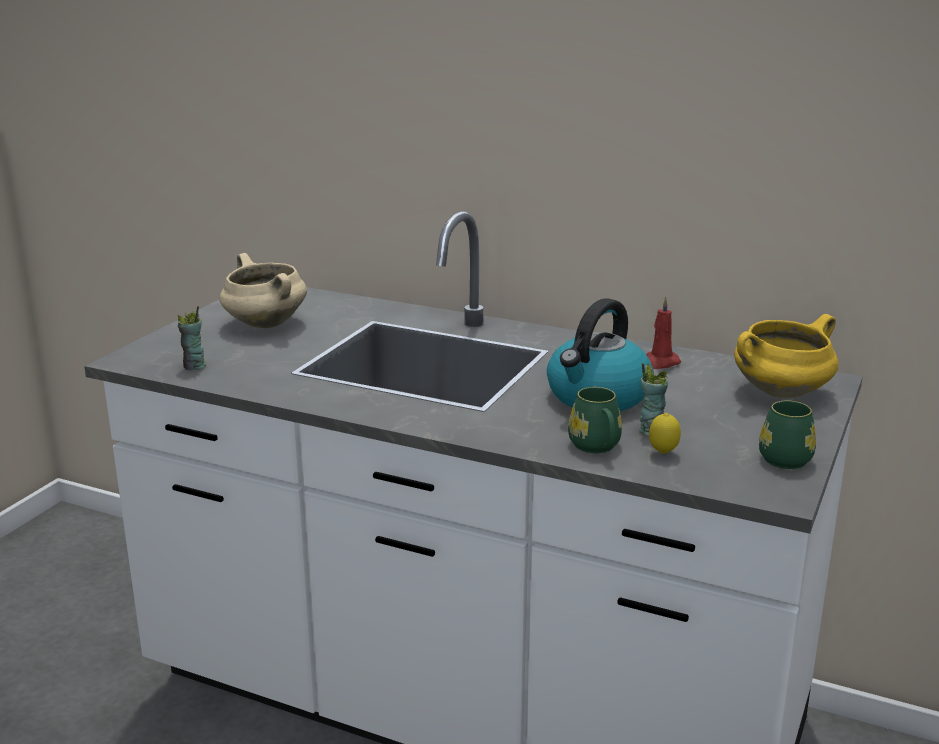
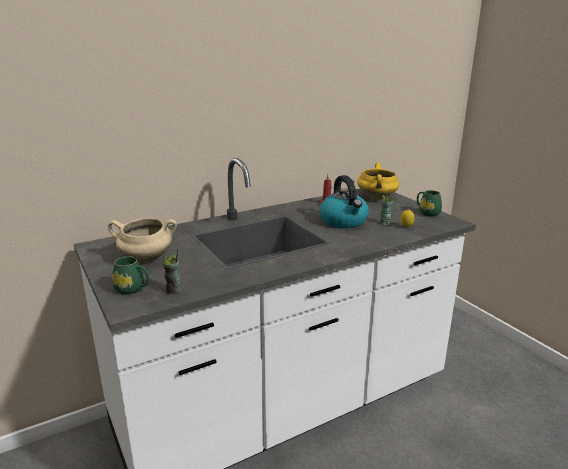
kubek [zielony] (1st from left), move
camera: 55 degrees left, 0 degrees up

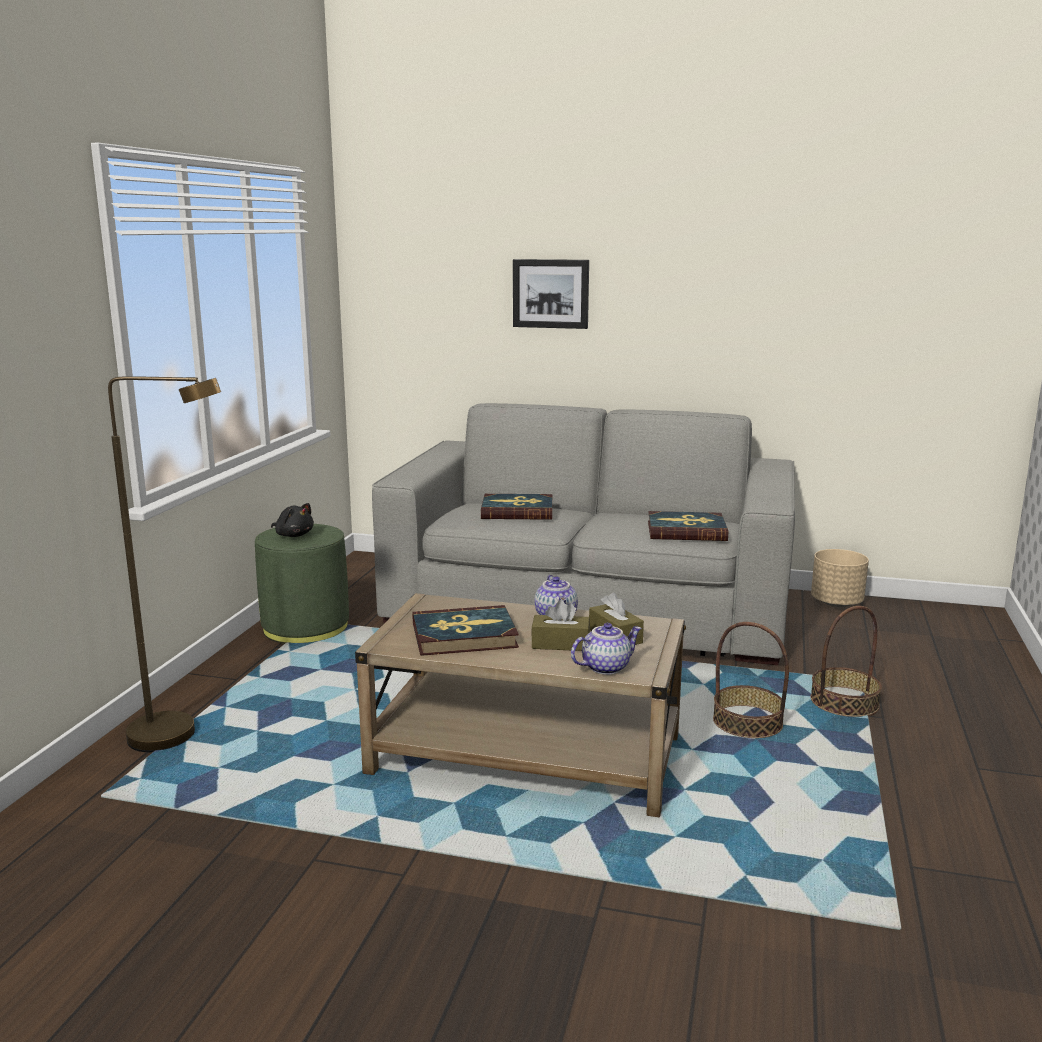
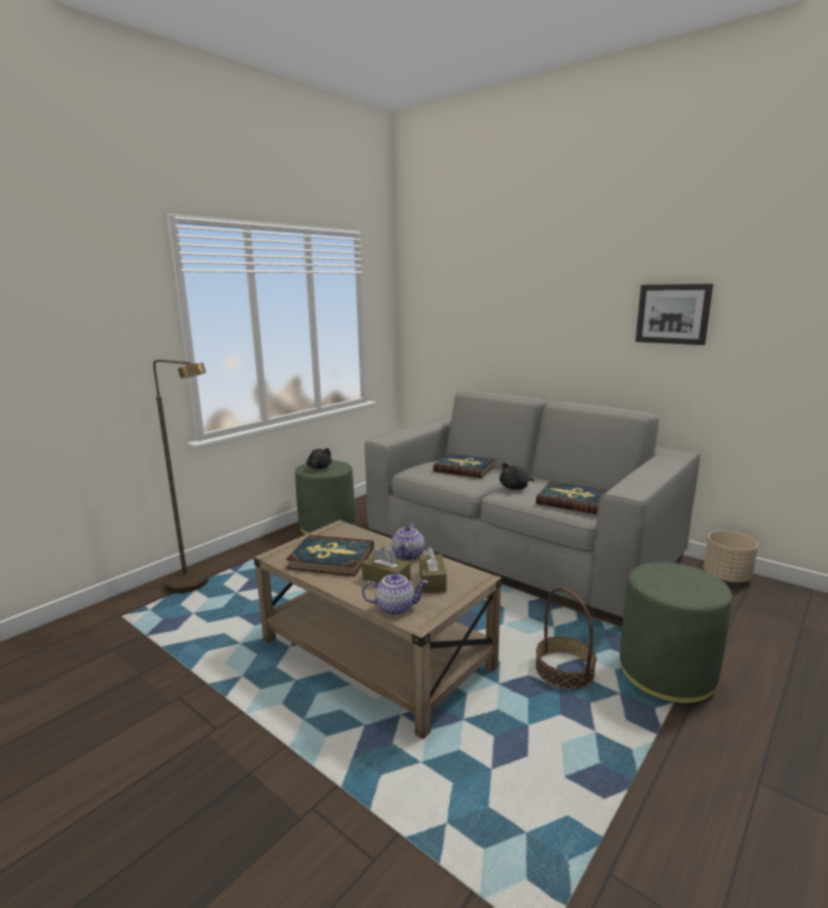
none -> pluszak [czarny] (2nd from left)
koszyk (2nd from left) -> pufa [zielony] (2nd from left)
obraz, move
camera: 25 degrees right, 0 degrees up

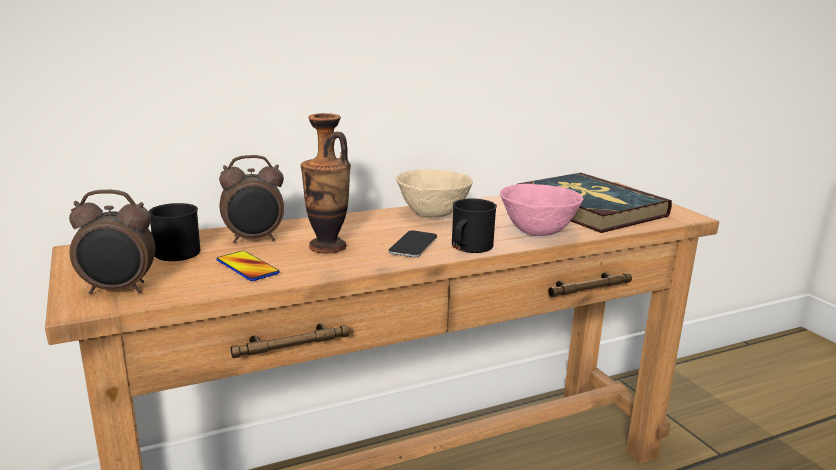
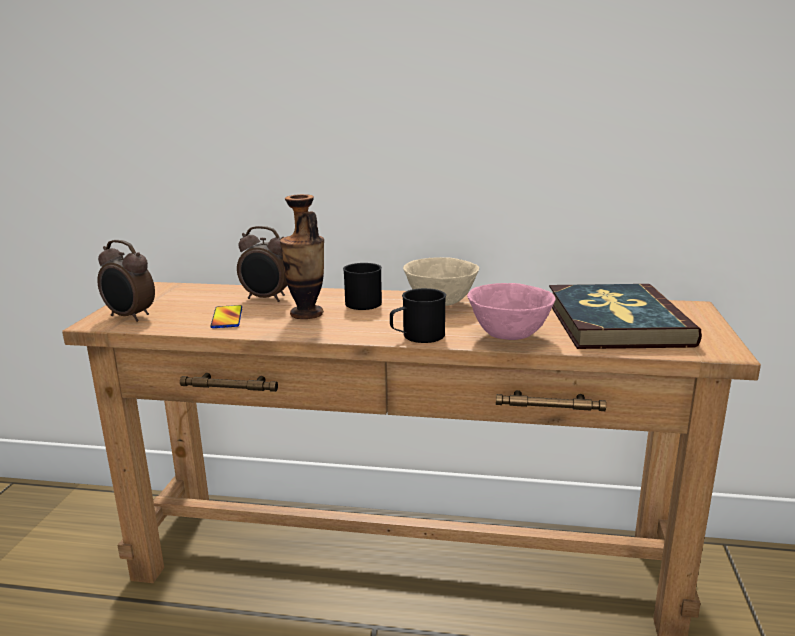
kubek [czarny] (1st from left), move
telefon (2nd from left) -> none
camera: 35 degrees right, 0 degrees up

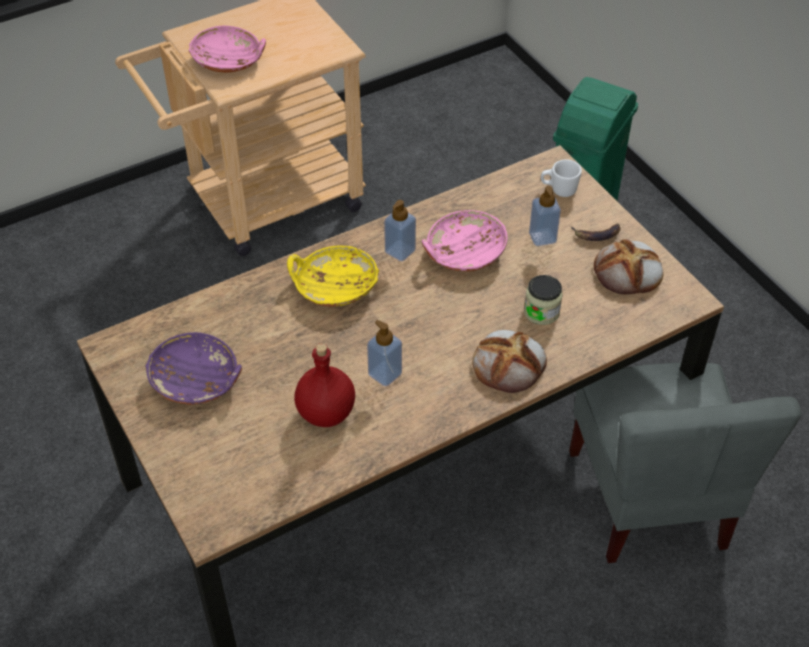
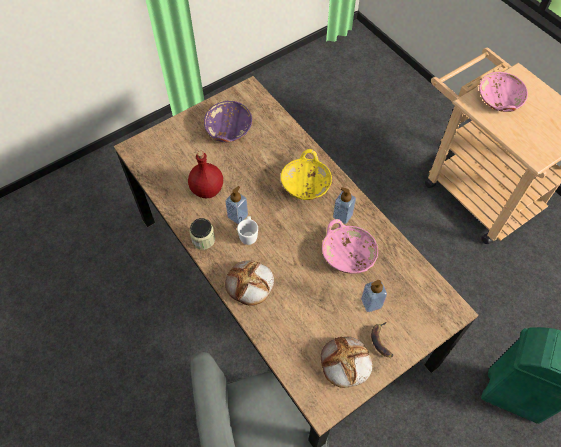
słoik, move
kubek [biały], move
camera: 85 degrees right, 10 degrees up

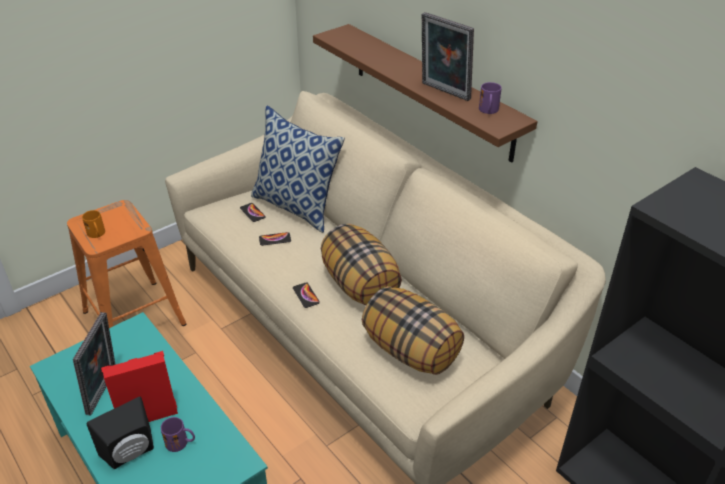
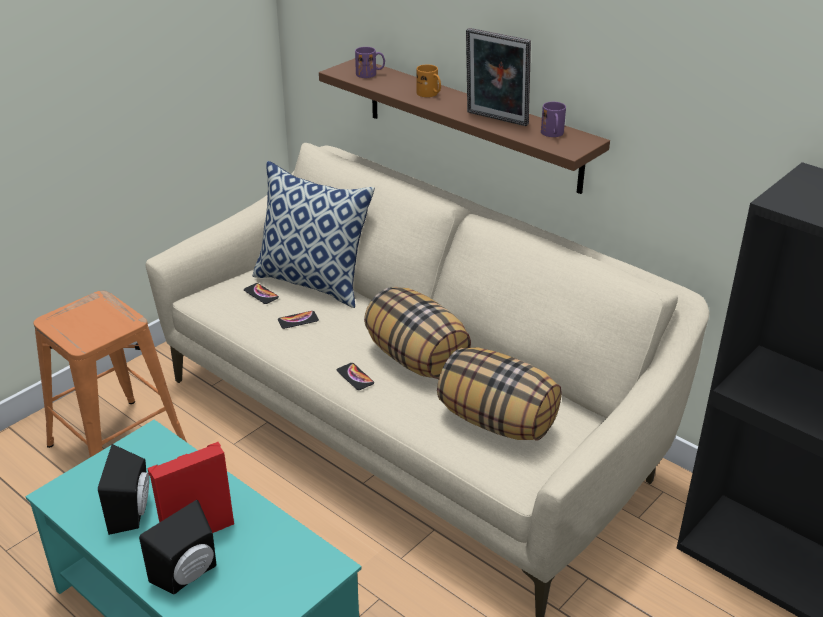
ramka na zdjęcie (1st from left) -> głośnik [czarny] (1st from left)
kubek [fioletowy] (1st from left), move
kubek [pomarańczowy], move
camera: 10 degrees left, 5 degrees down

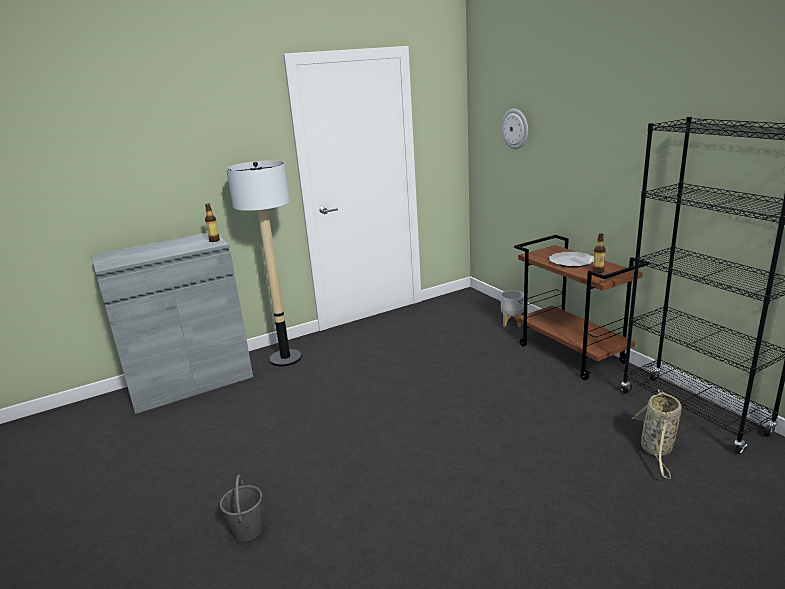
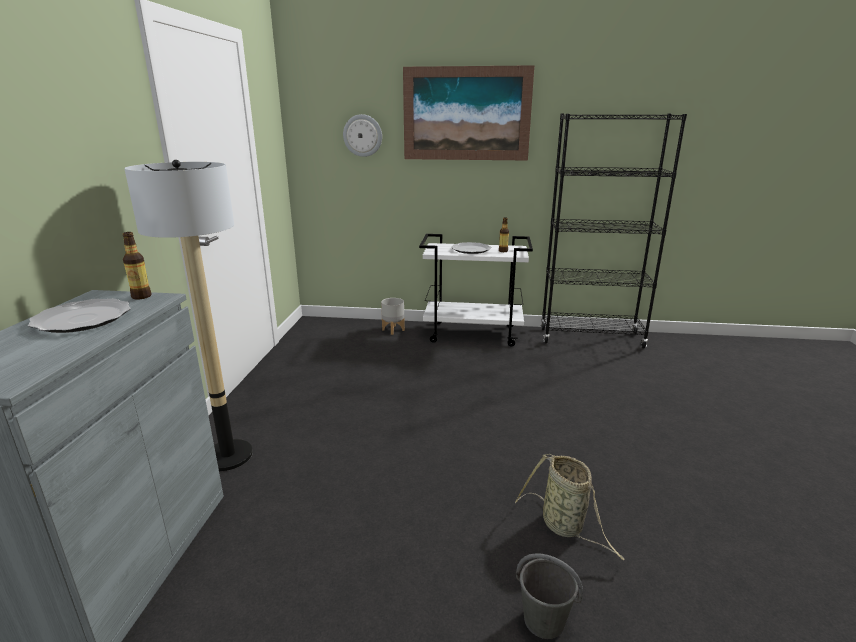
none -> talerz (1st from left)
none -> obraz
wózek [brązowy] -> wózek [biały]
koszyk, move
camera: 55 degrees left, 0 degrees up

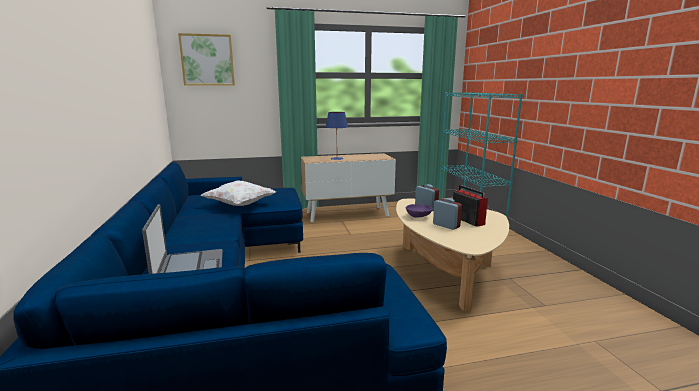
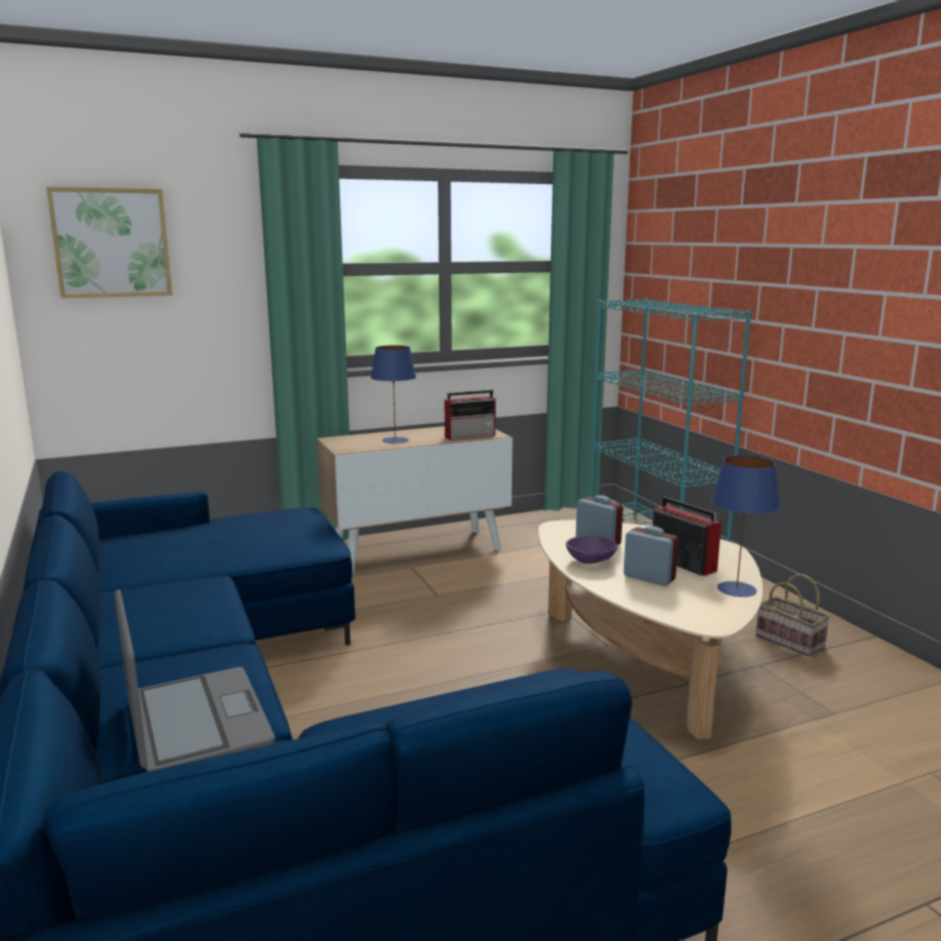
none -> radio (1st from left)
none -> lampa stołowa [niebieski] (2nd from left)
none -> koszyk
poduszka [biały] -> none
camera: 10 degrees left, 0 degrees up

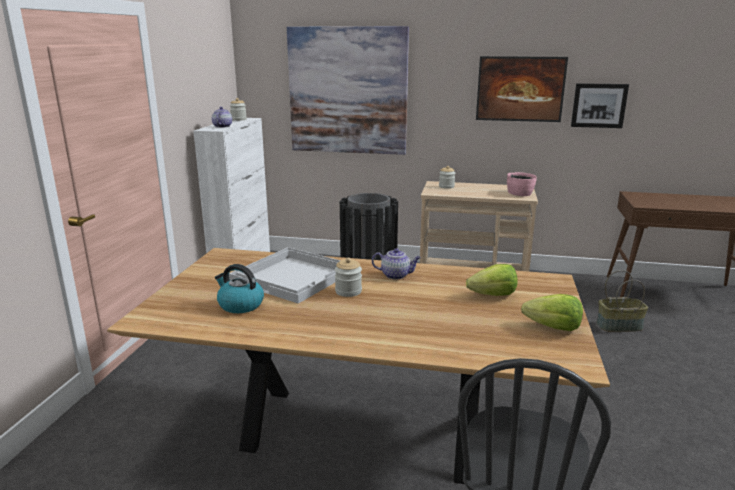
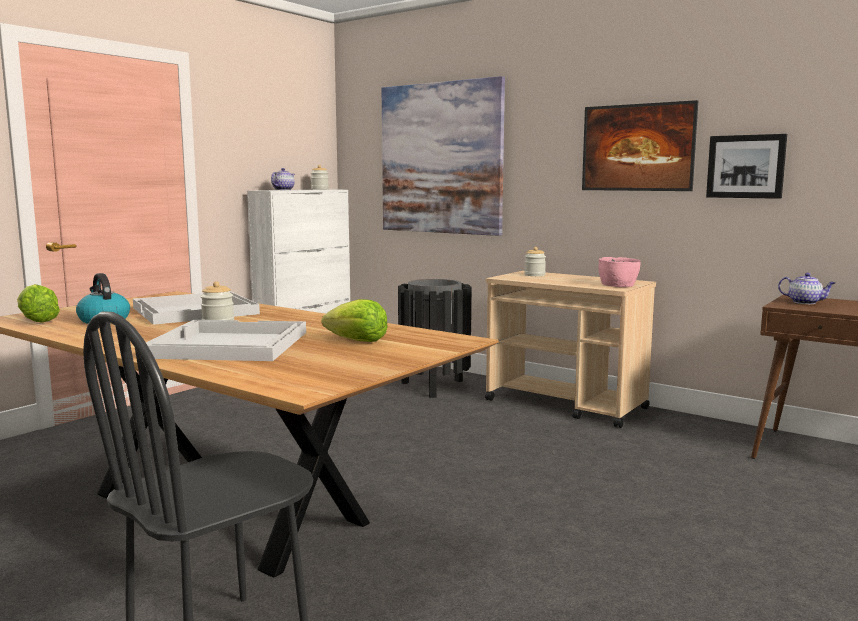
sałata (2nd from left in the first image) -> sałata (1st from left), move
none -> taca [biały] (2nd from left)
imbryk (2nd from left), move
koszyk -> none
camera: 25 degrees right, 10 degrees down

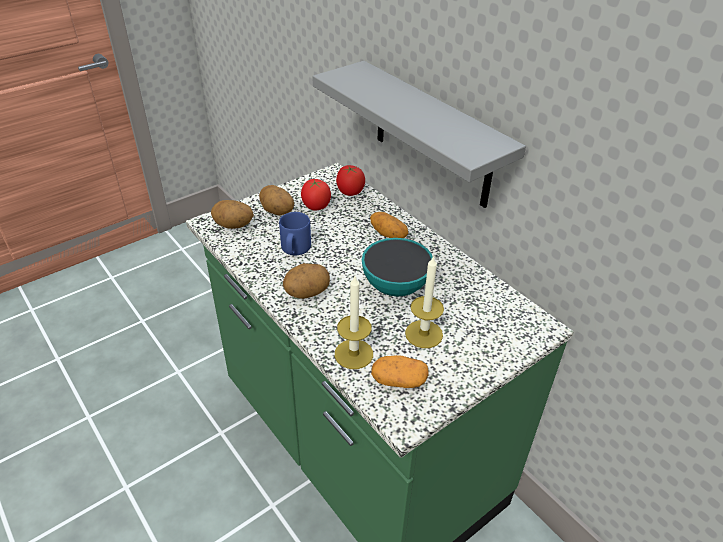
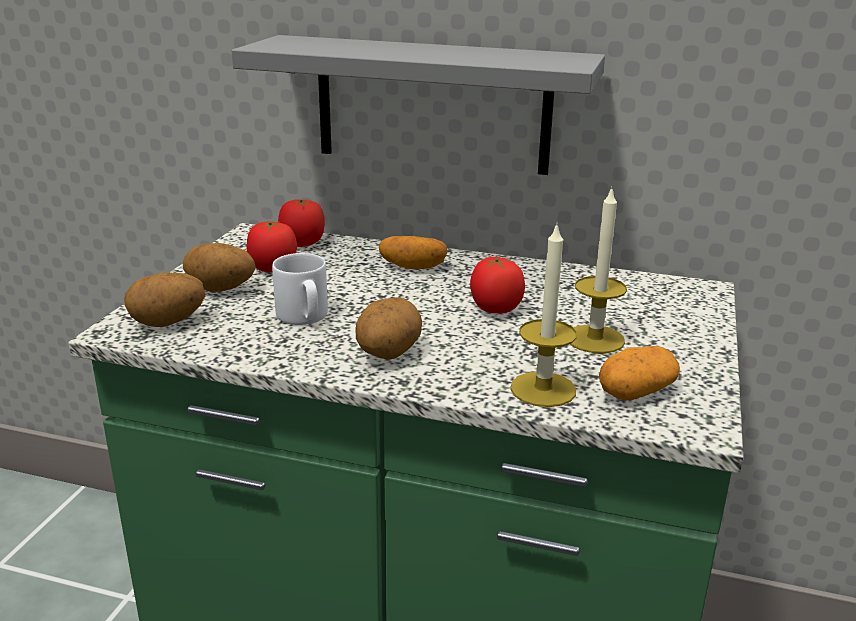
kubek [niebieski] -> kubek [biały]
miska -> pomidor (3rd from left)
camera: 35 degrees left, 15 degrees down

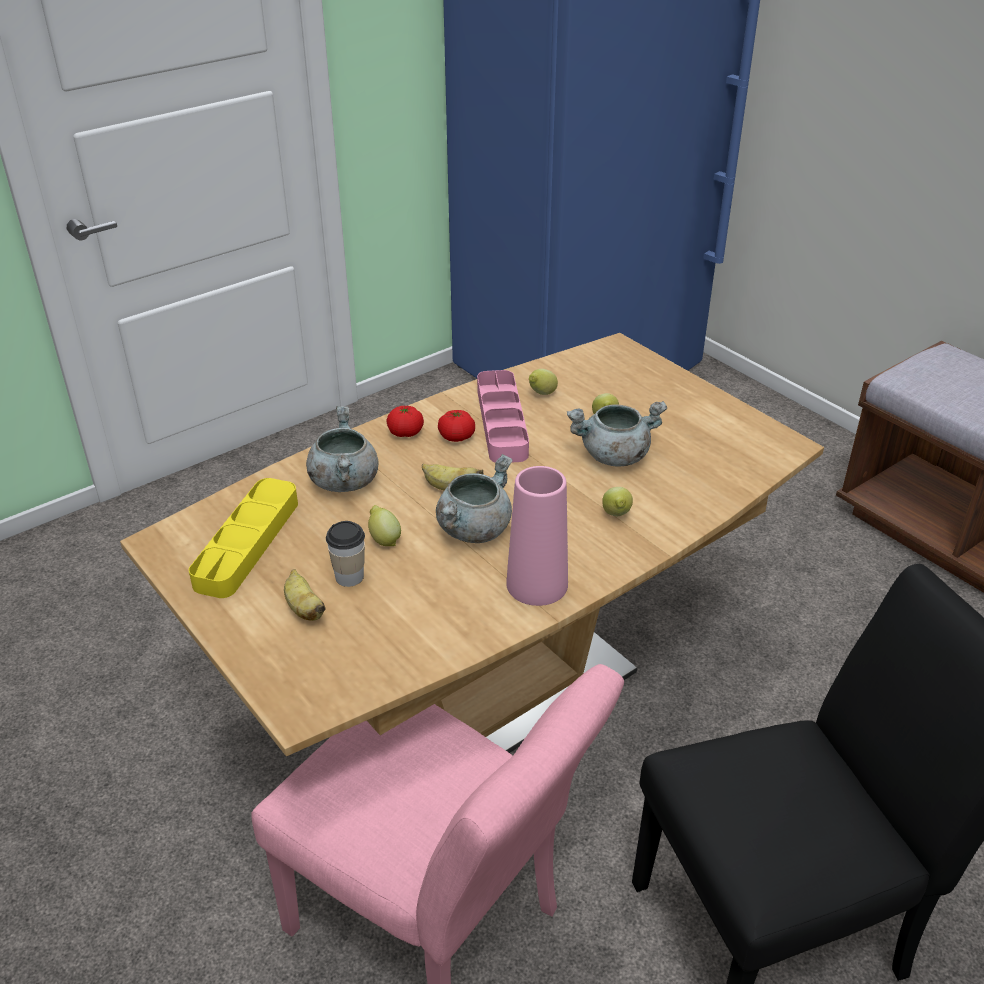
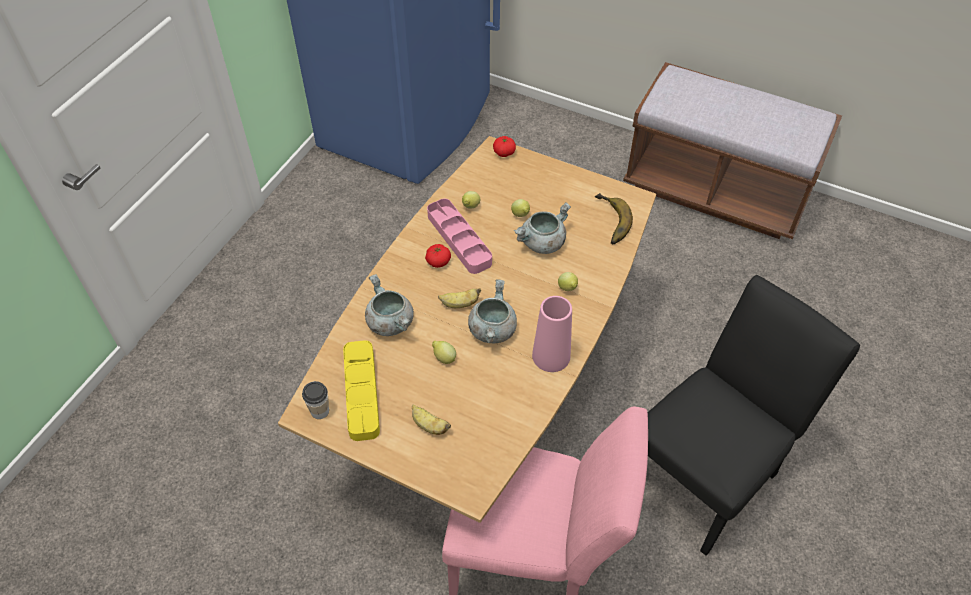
filiżanka, move
pomidor (1st from left in the first image) -> pomidor (2nd from left), move
none -> banan (3rd from left)
camera: 25 degrees left, 15 degrees up

